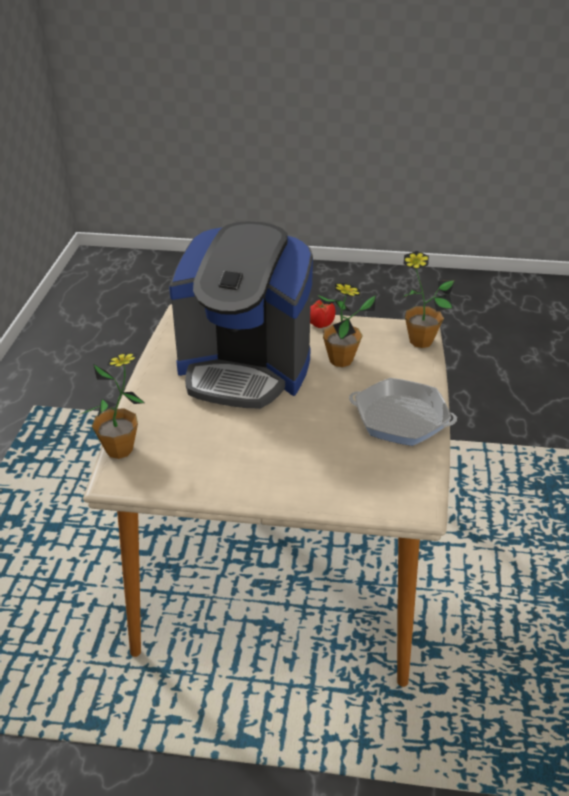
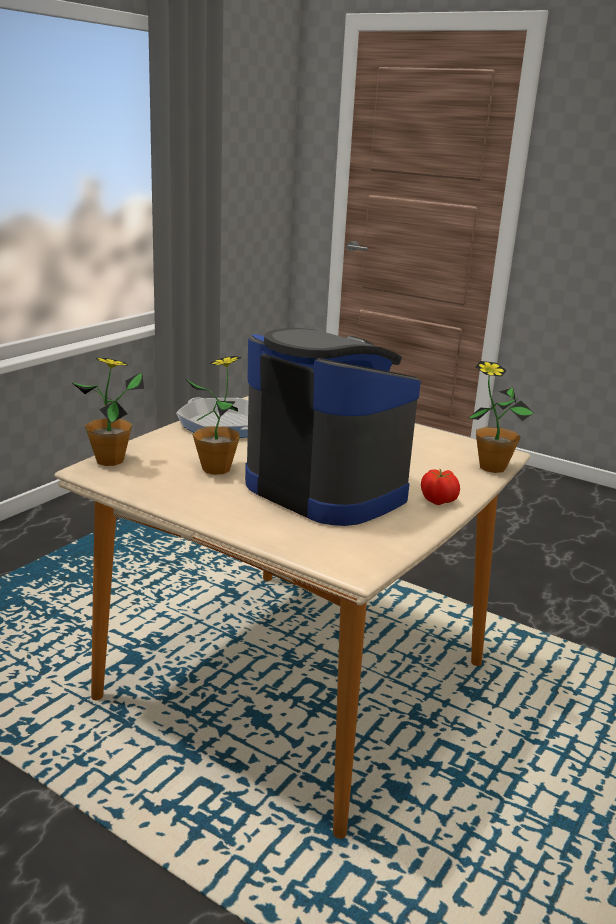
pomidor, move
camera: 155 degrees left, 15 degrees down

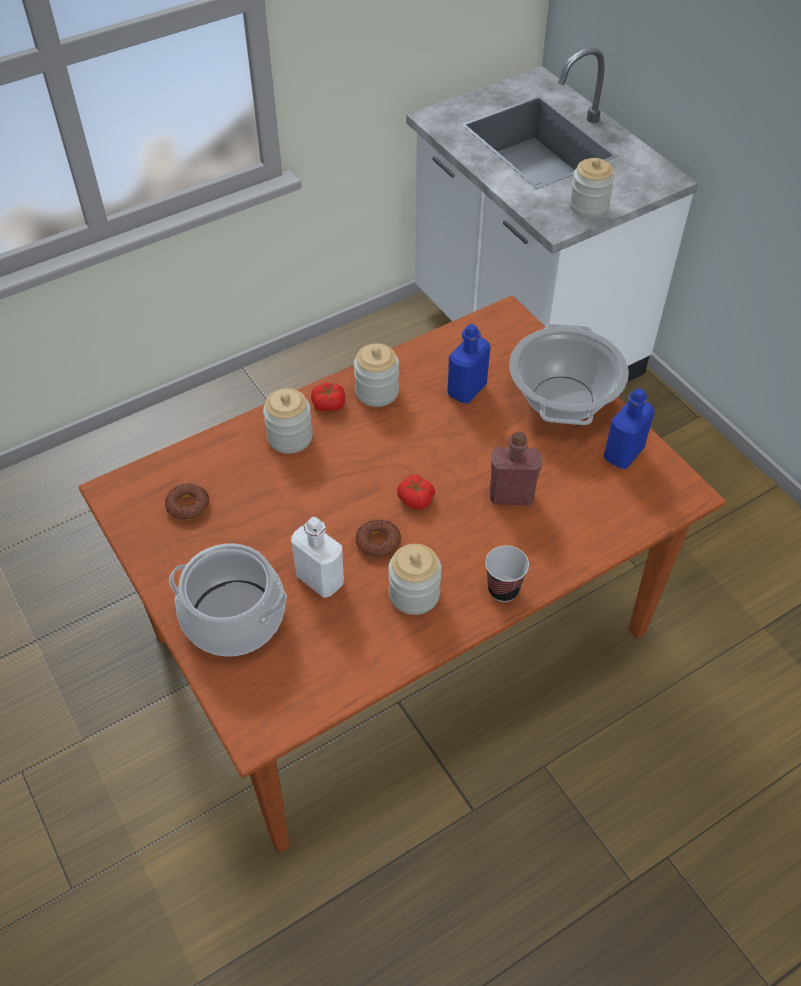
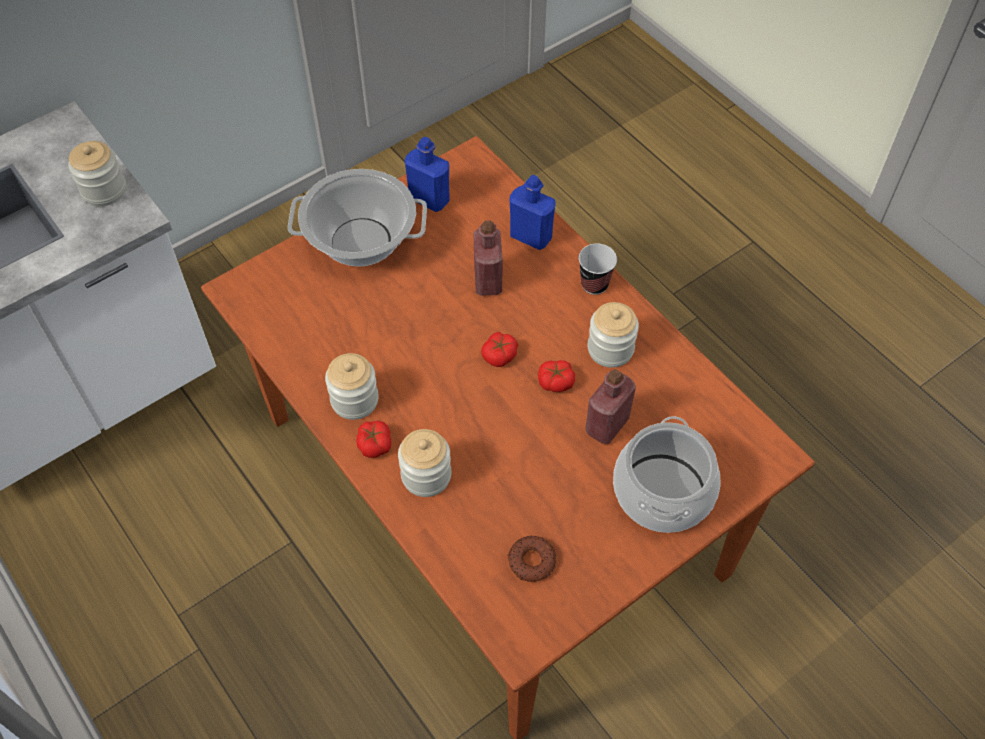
butelka [niebieski] (1st from left in the first image) -> butelka [niebieski] (2nd from left), move
donut (2nd from left) -> pomidor (3rd from left)
butelka [biały] -> butelka [czerwony] (2nd from left)
camera: 95 degrees left, 5 degrees up

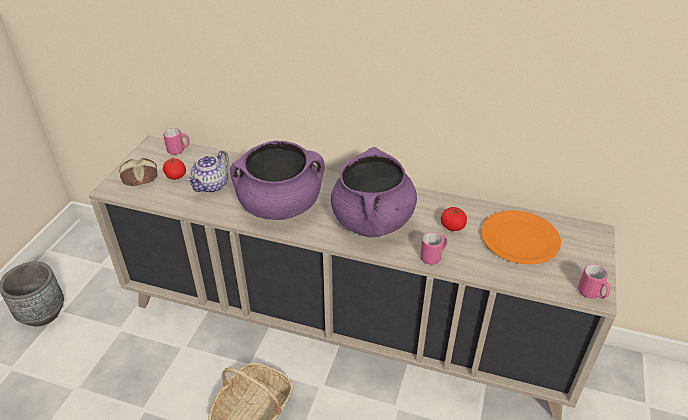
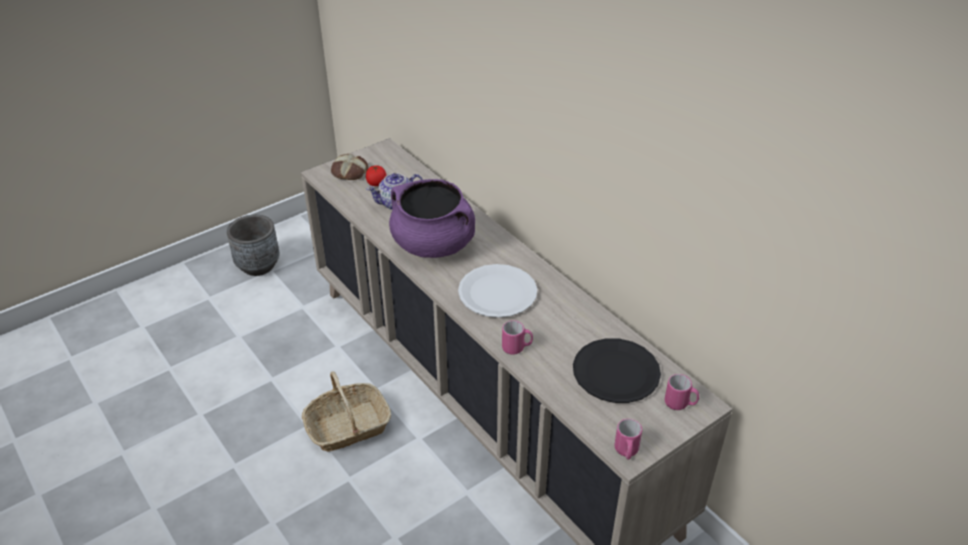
garnek [fioletowy] (2nd from left) -> talerz [biały]
talerz [pomarańczowy] -> talerz [czarny]
kubek [różowy] (1st from left in the first image) -> kubek [różowy] (3rd from left), move
pomidor (2nd from left) -> none
camera: 35 degrees right, 0 degrees up

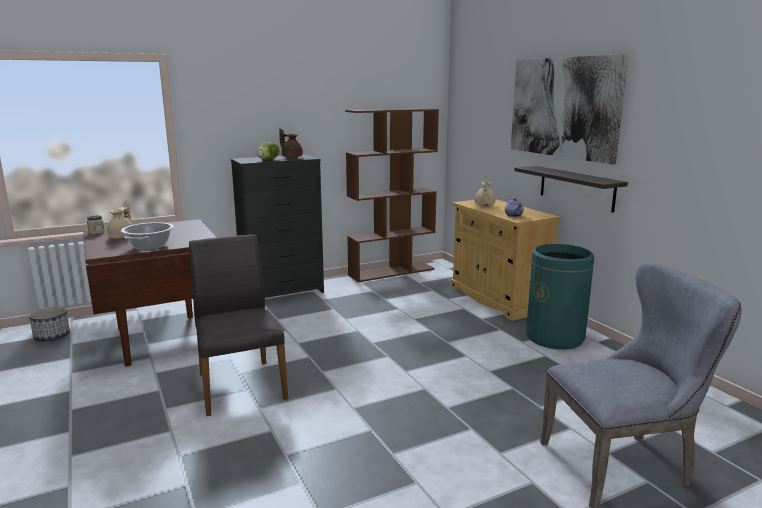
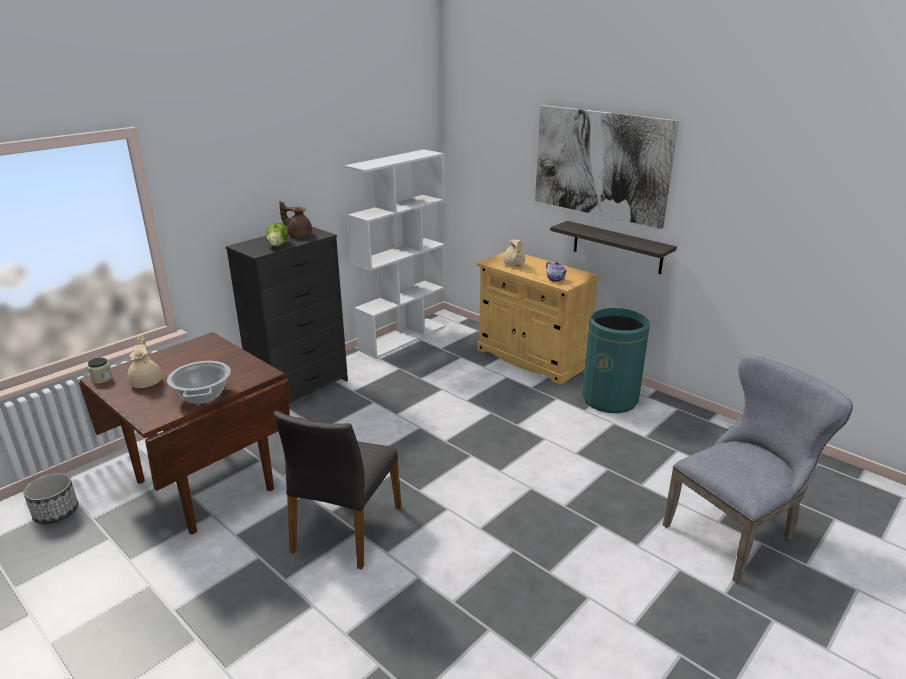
krzesło [szary] (1st from left), 120 degrees counterclockwise
regał [brązowy] -> regał [biały]
camera: 20 degrees left, 10 degrees up

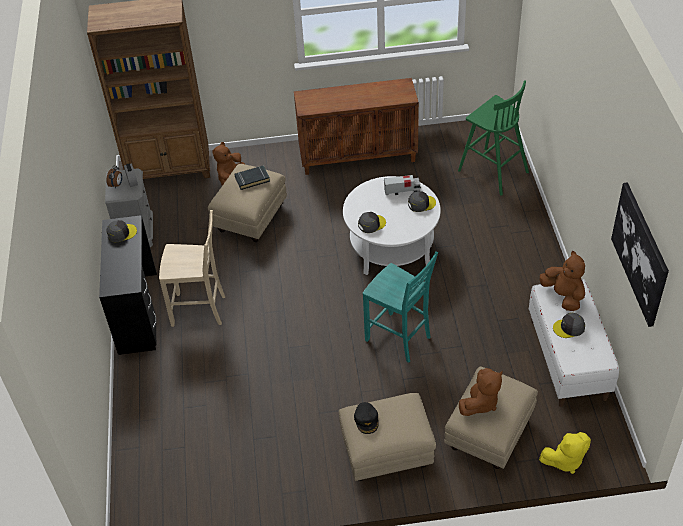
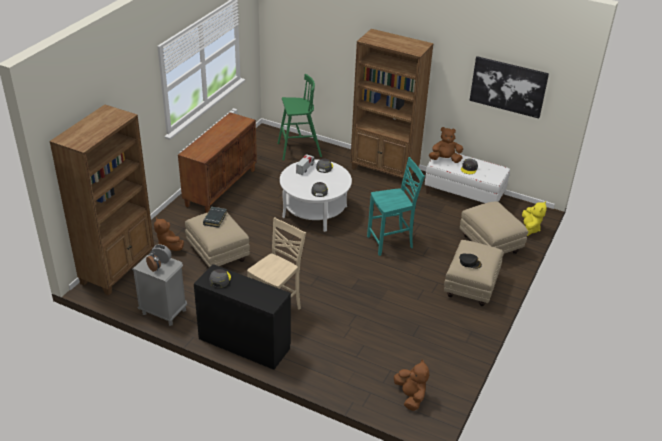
none -> regał [brązowy] (2nd from left)
pluszak [brązowy] (2nd from left), move
camera: 60 degrees left, 10 degrees down

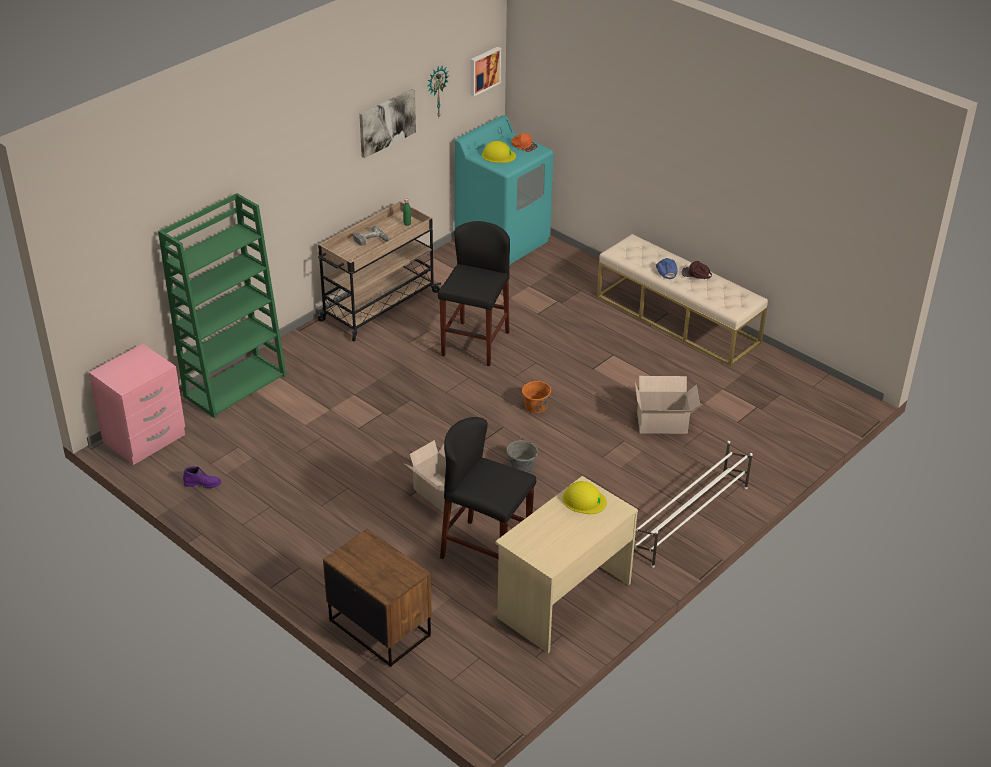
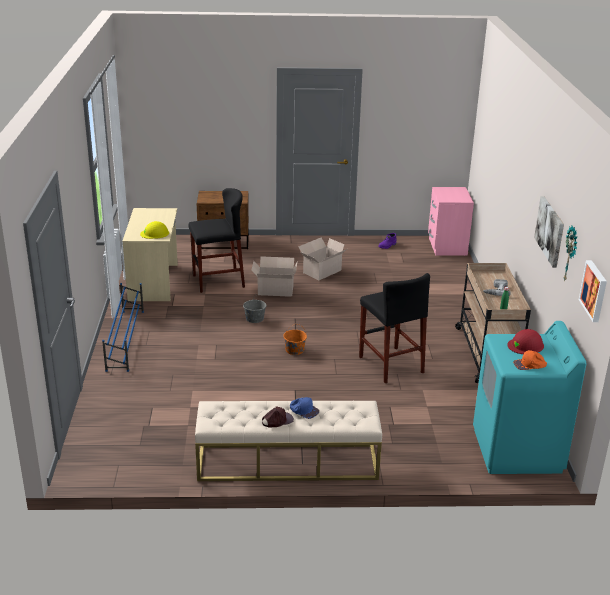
regał na buty [biały] -> regał na buty [niebieski]
karton (2nd from left), move
kask [żółty] (1st from left) -> kask [czerwony]
regał [zielony] -> none
camera: 135 degrees right, 10 degrees down

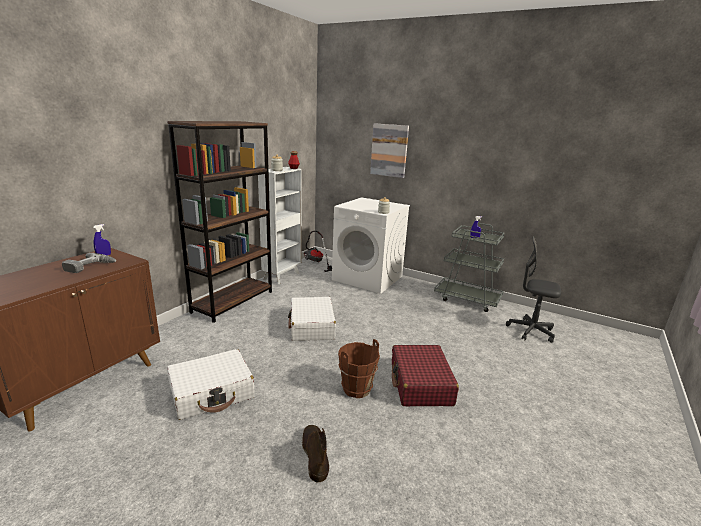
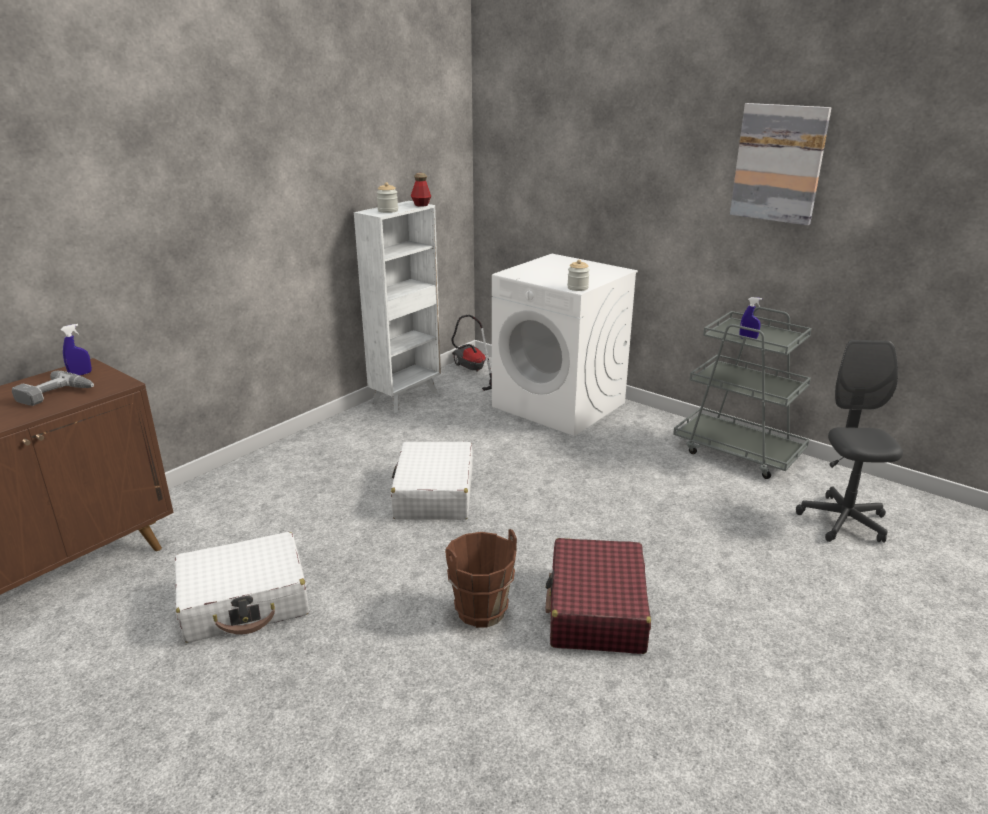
obraz, move
krzesło biurowe [szary], 60 degrees clockwise
regał [brązowy] -> none
but z cholewką [brązowy] -> none
camera: 10 degrees right, 5 degrees up

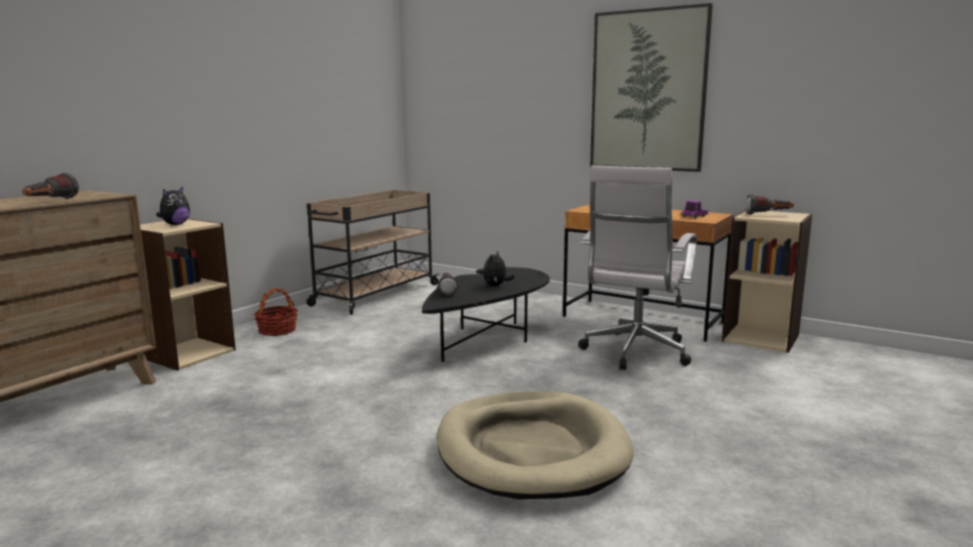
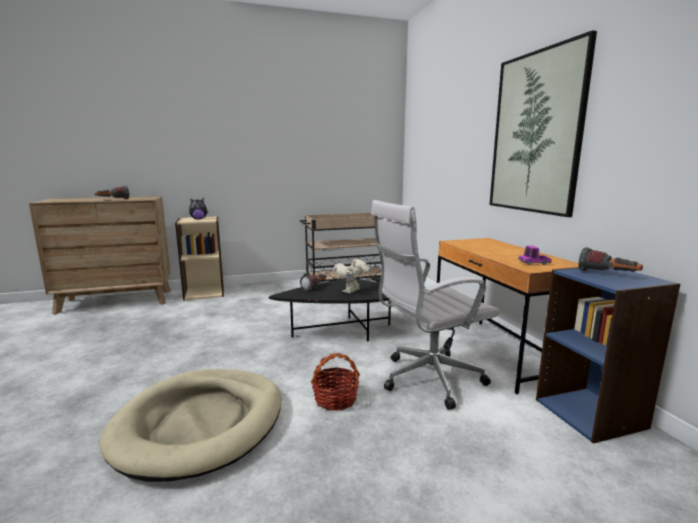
koszyk, move
pluszak (2nd from left) -> robot zabawkowy
regał [beżowy] (2nd from left) -> regał [niebieski]
camera: 40 degrees right, 0 degrees up

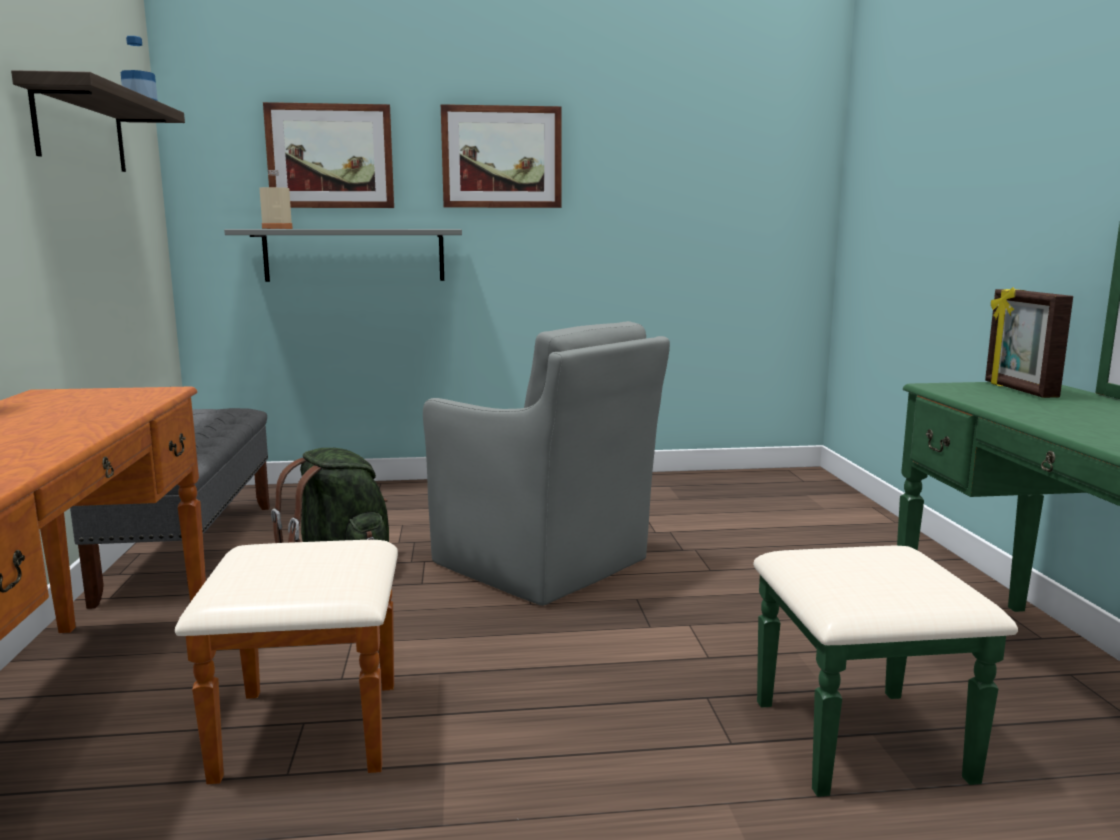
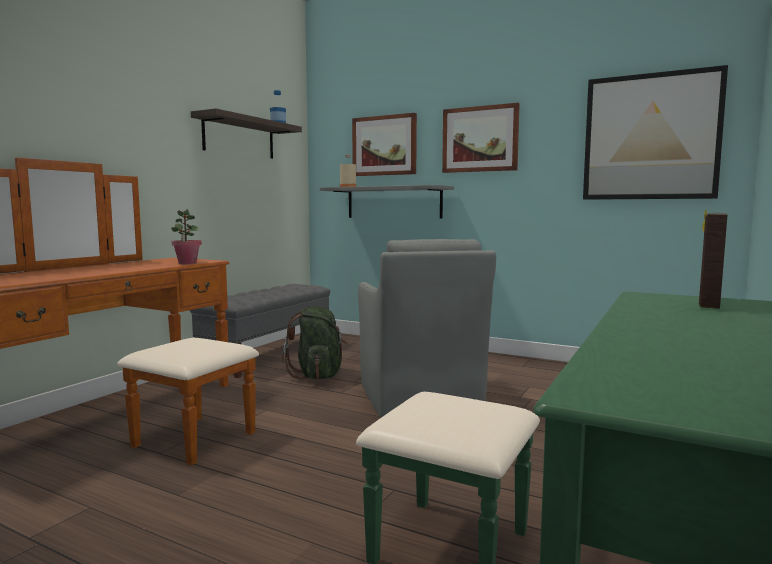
none -> roślina doniczkowa
none -> obraz (3rd from left)
camera: 35 degrees right, 5 degrees down

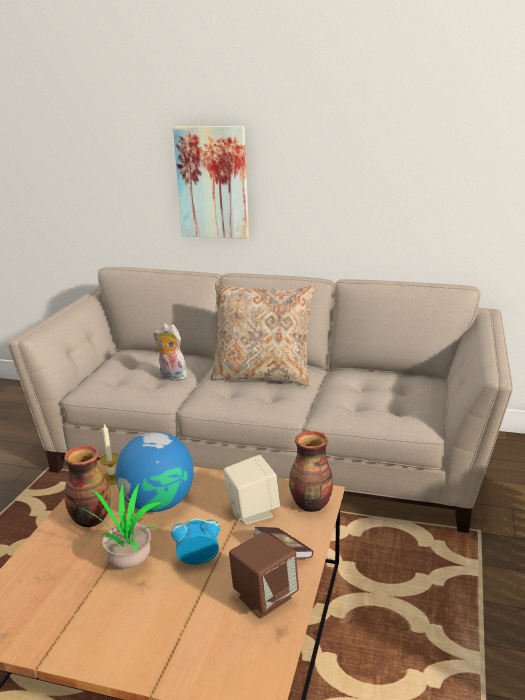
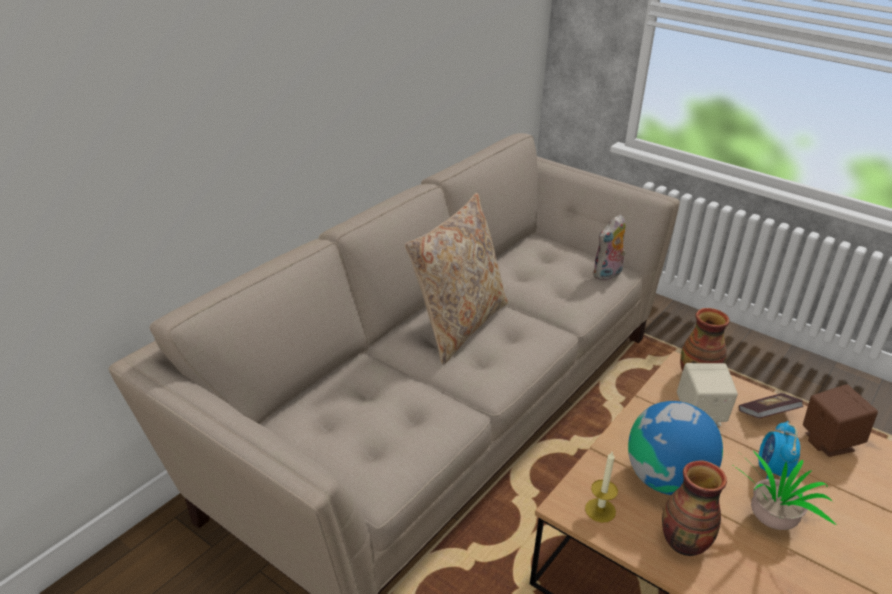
pluszak, move
obraz -> none
camera: 70 degrees left, 10 degrees up

